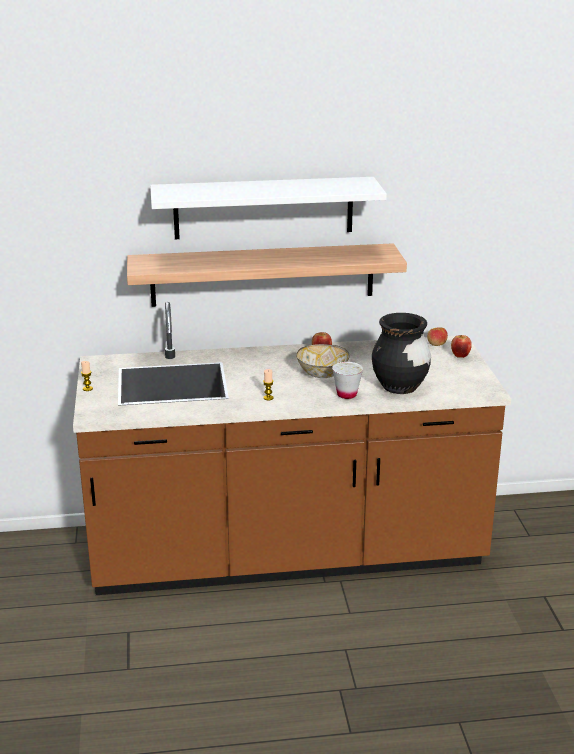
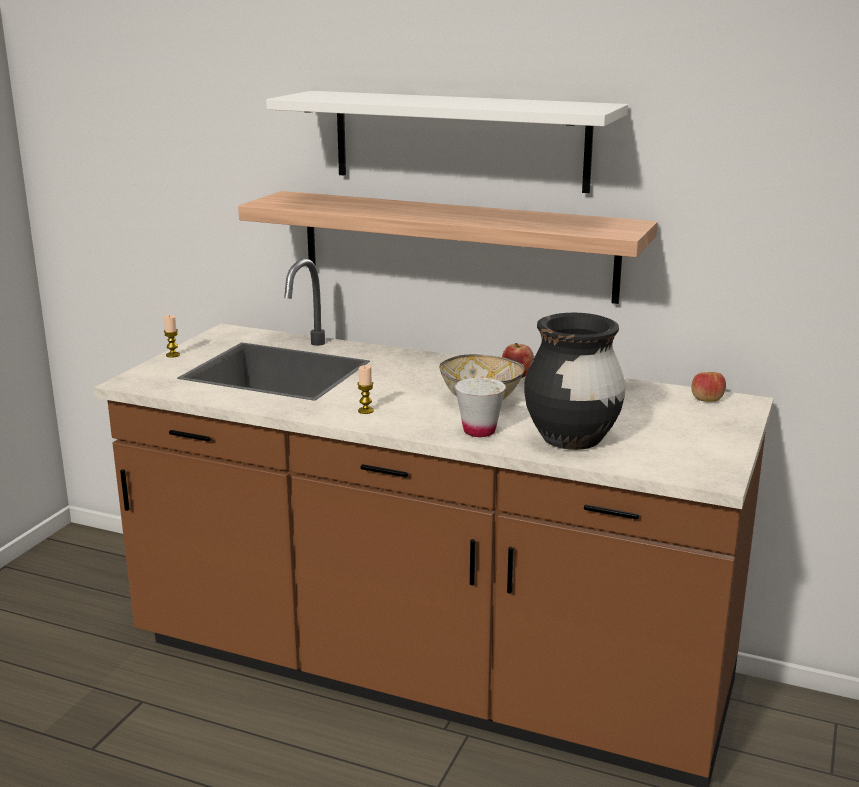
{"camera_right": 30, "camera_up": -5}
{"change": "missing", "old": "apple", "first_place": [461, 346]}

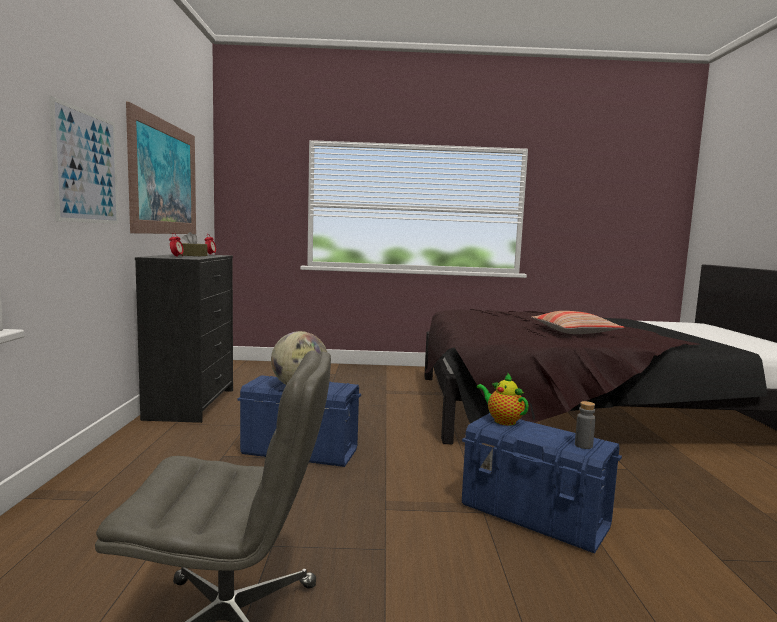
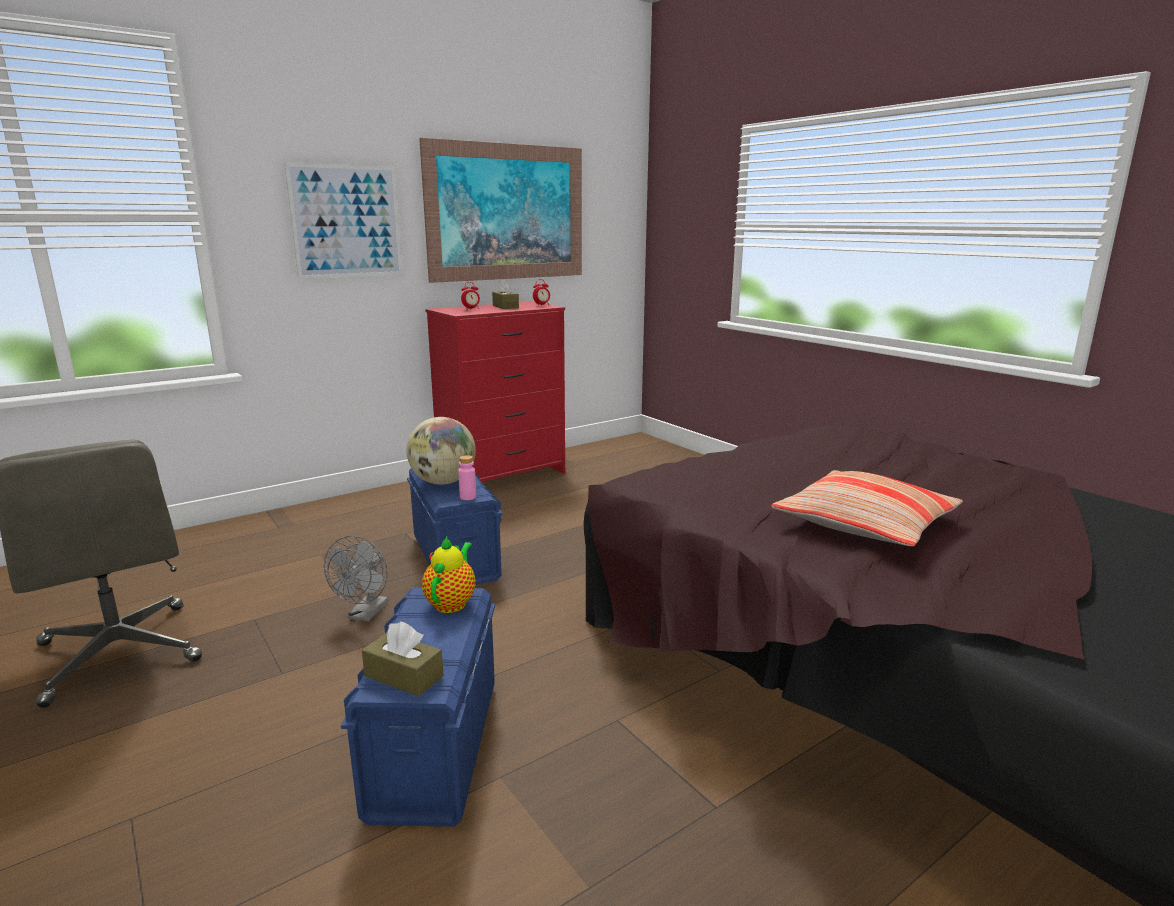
{"camera_right": 55, "camera_up": 10}
{"change": "appeared", "new": "fan in grey", "second_place": [356, 579]}
{"change": "appeared", "new": "bottle in pink", "second_place": [467, 477]}
{"change": "exchanged", "old": "bottle in grey", "new": "tissue box in brown", "first_place": [585, 425], "second_place": [403, 658]}
{"change": "colour", "old": "dresser in black", "new": "dresser in red", "first_place": [184, 338], "second_place": [495, 391]}

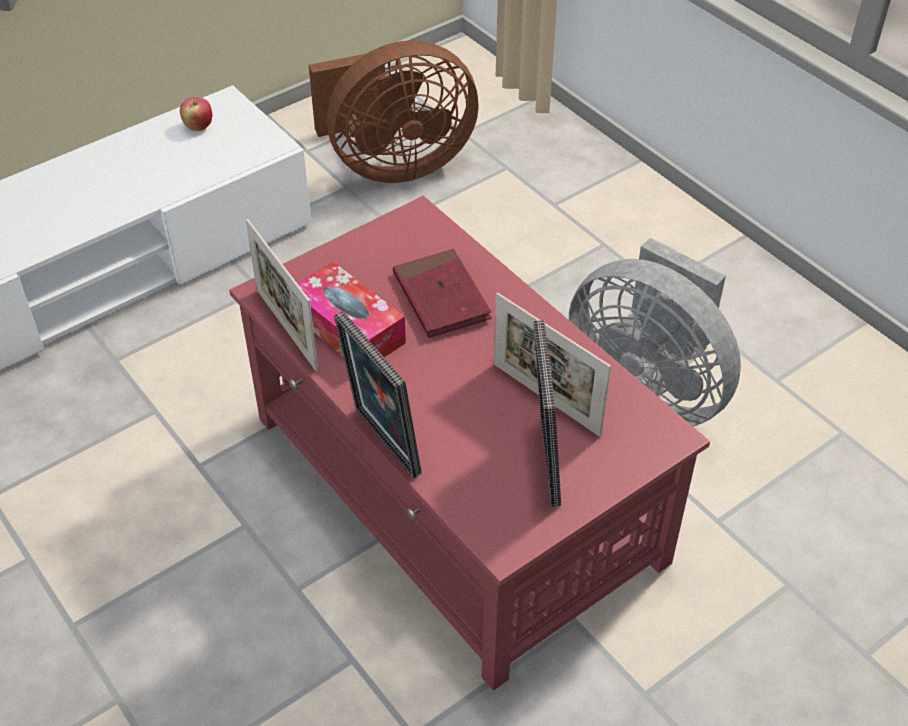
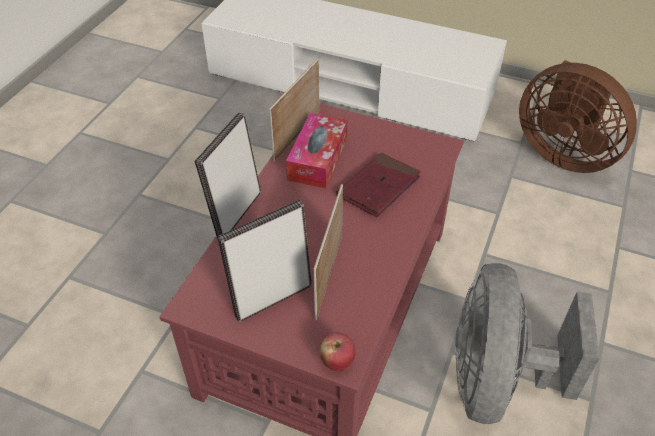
{"camera_right": 60, "camera_up": 0}
{"change": "relocated", "old": "apple", "first_place": [196, 114], "second_place": [338, 352]}

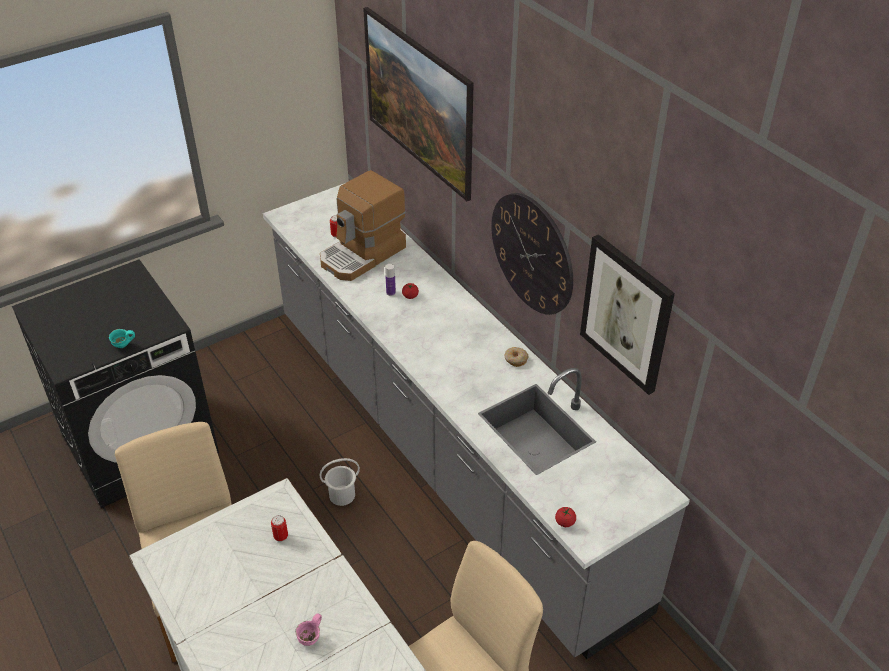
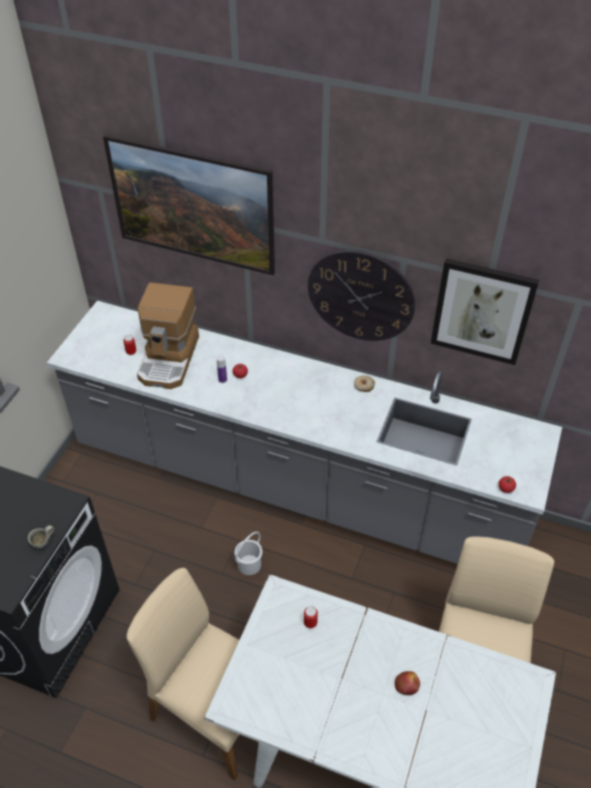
{"camera_right": -35, "camera_up": 5}
{"change": "exchanged", "old": "mug in pink", "new": "apple", "first_place": [308, 630], "second_place": [407, 683]}
{"change": "colour", "old": "mug in turquoise", "new": "mug in grey", "first_place": [122, 338], "second_place": [41, 537]}

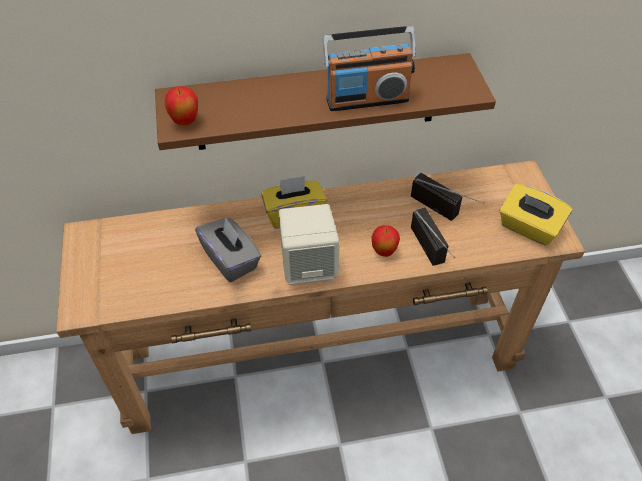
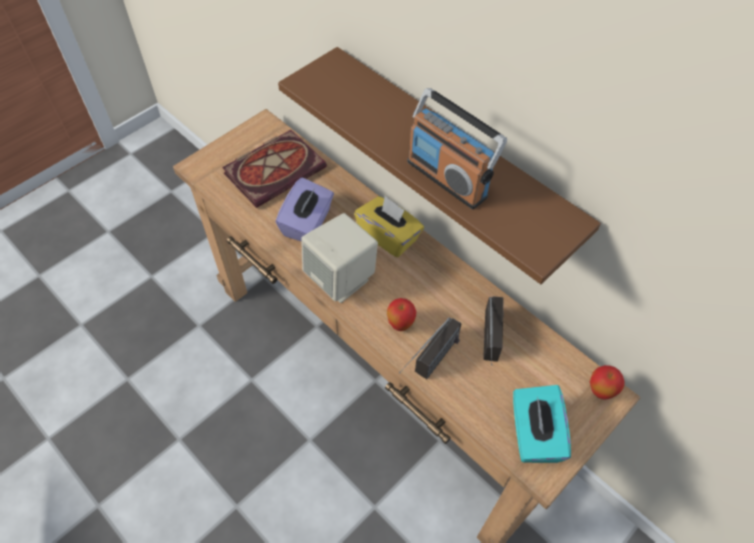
{"camera_right": 55, "camera_up": 5}
{"change": "appeared", "new": "book", "second_place": [274, 169]}
{"change": "relocated", "old": "apple", "first_place": [181, 105], "second_place": [607, 382]}
{"change": "colour", "old": "tissue box in grey", "new": "tissue box in purple", "first_place": [228, 249], "second_place": [305, 209]}
{"change": "colour", "old": "tissue box in yellow", "new": "tissue box in turquoise", "first_place": [536, 215], "second_place": [542, 424]}

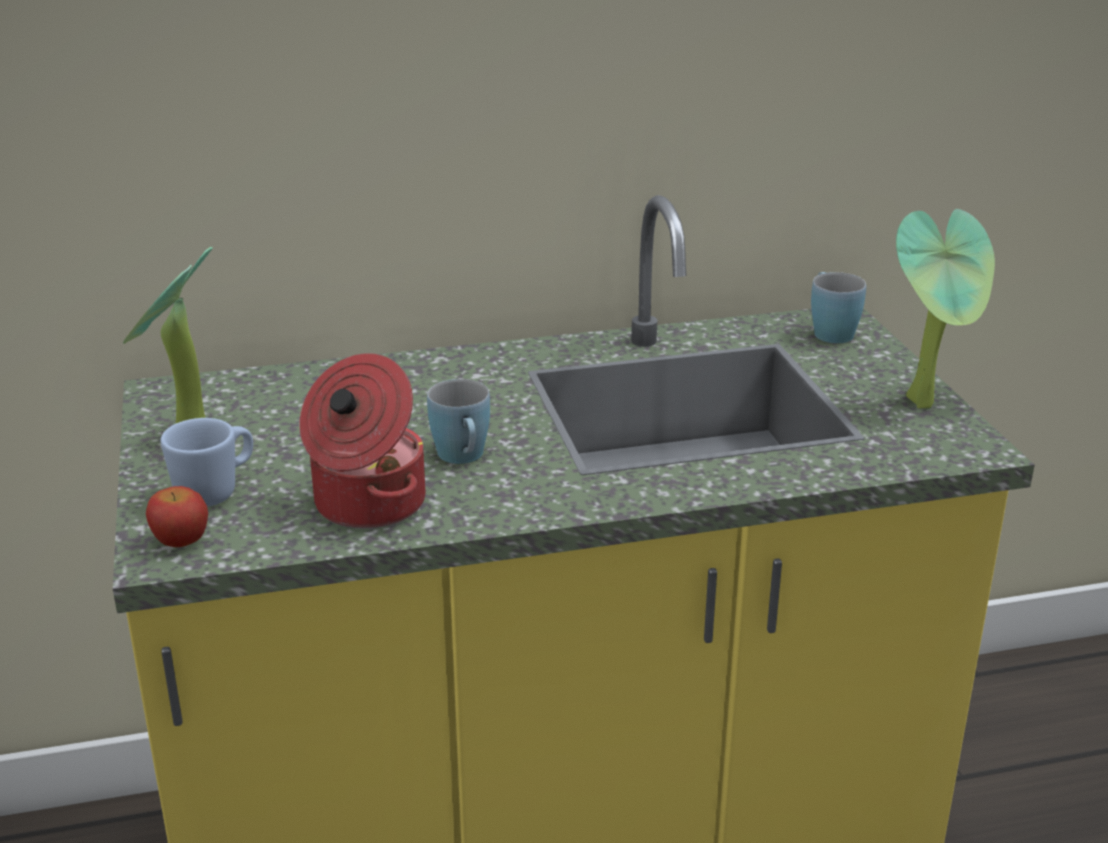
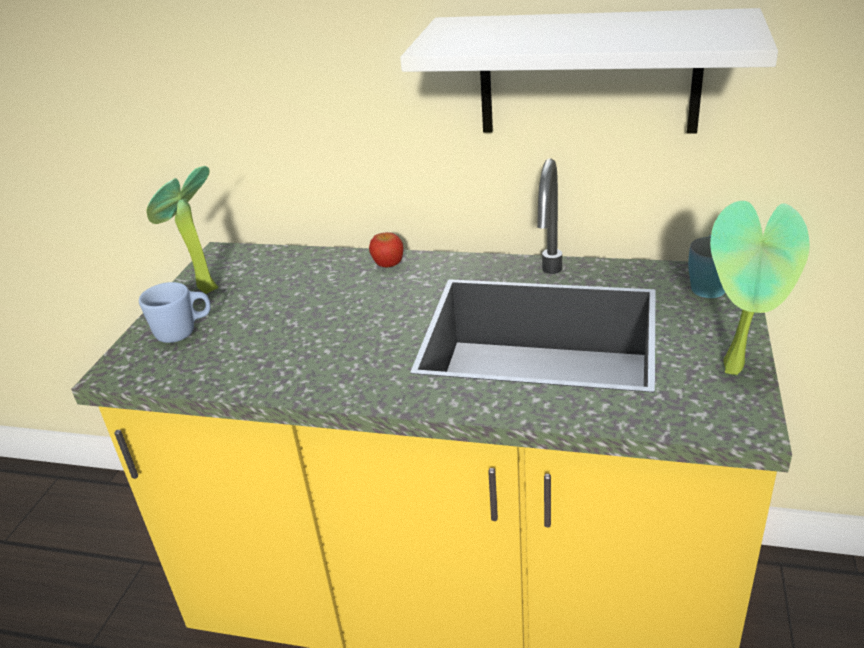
{"camera_right": 30, "camera_up": 5}
{"change": "missing", "old": "cooking pot", "first_place": [362, 441]}
{"change": "missing", "old": "mug in blue", "first_place": [458, 421]}
{"change": "appeared", "new": "shelf in white", "second_place": [589, 71]}
{"change": "relocated", "old": "apple", "first_place": [177, 516], "second_place": [386, 250]}

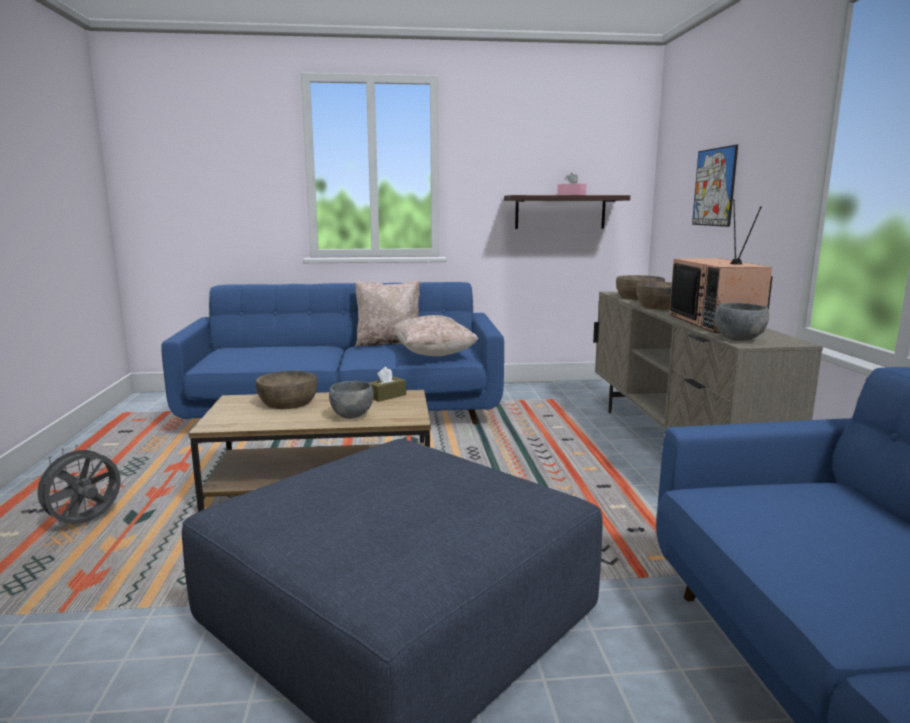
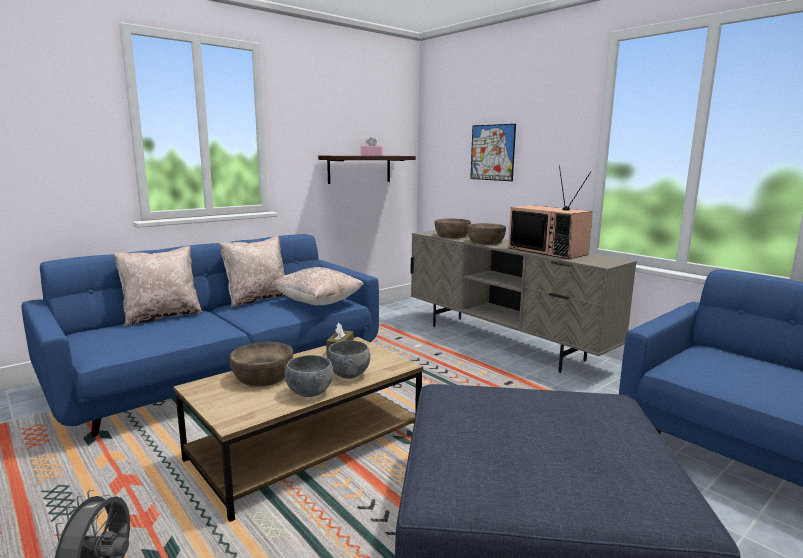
{"camera_right": -35, "camera_up": 0}
{"change": "appeared", "new": "pillow in beige", "second_place": [158, 286]}
{"change": "relocated", "old": "bowl in grey", "first_place": [741, 322], "second_place": [309, 376]}

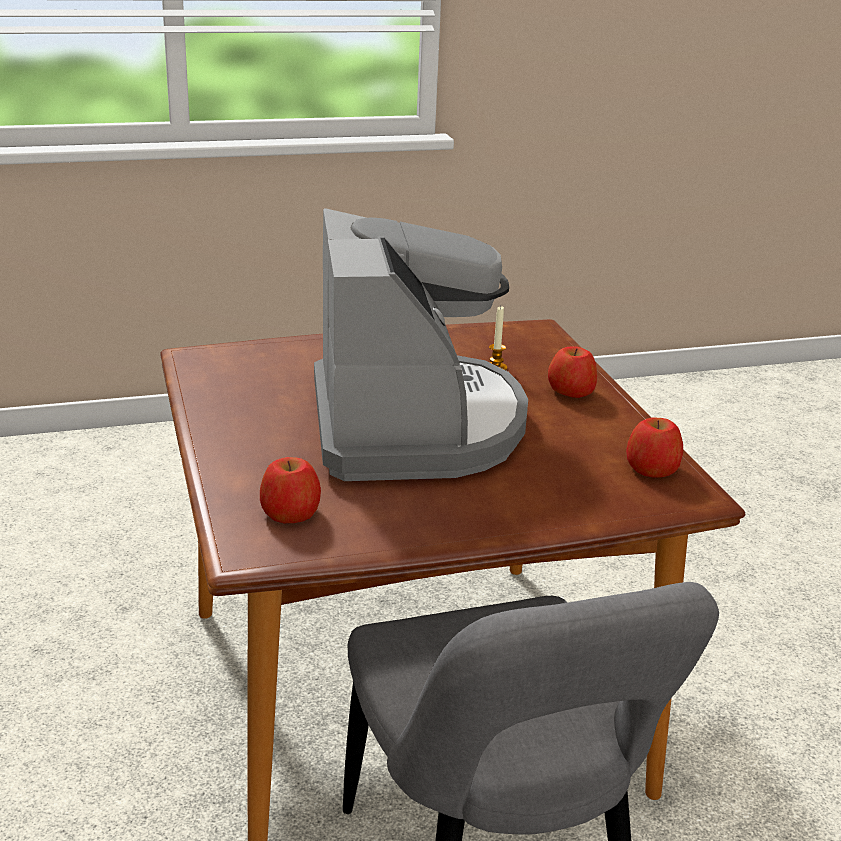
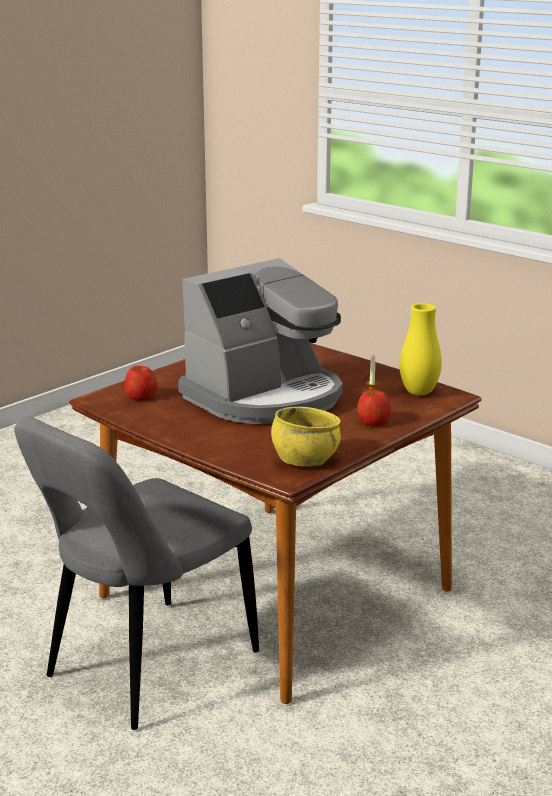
{"camera_right": 60, "camera_up": -5}
{"change": "appeared", "new": "vase in yellow", "second_place": [420, 349]}
{"change": "exchanged", "old": "apple", "new": "bowl in yellow", "first_place": [654, 447], "second_place": [306, 437]}

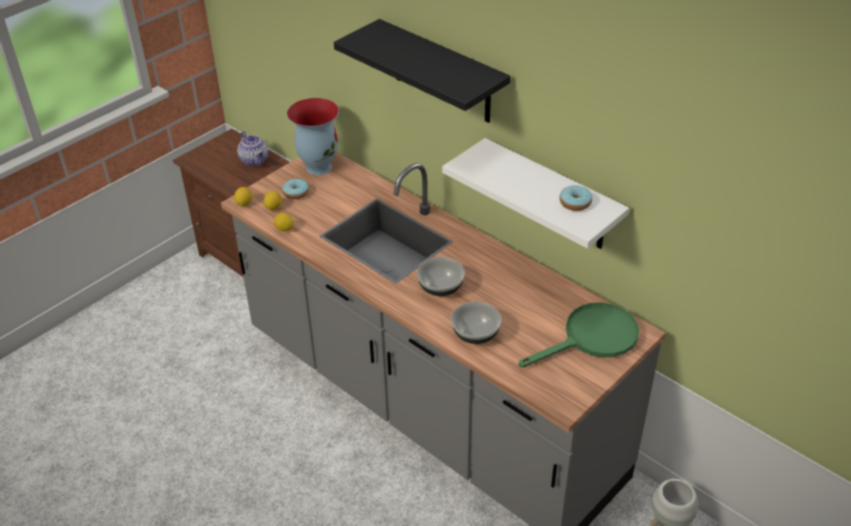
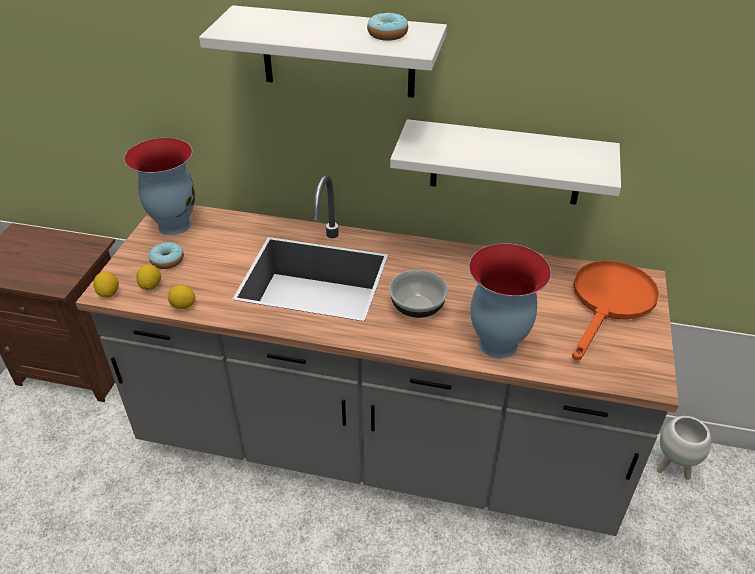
{"camera_right": -30, "camera_up": 0}
{"change": "missing", "old": "teapot", "first_place": [252, 148]}
{"change": "relocated", "old": "donut", "first_place": [576, 198], "second_place": [387, 27]}
{"change": "exchanged", "old": "bowl", "new": "vase", "first_place": [476, 323], "second_place": [510, 300]}
{"change": "colour", "old": "shelf in black", "new": "shelf in white", "first_place": [422, 71], "second_place": [323, 51]}
{"change": "colour", "old": "frying pan in green", "new": "frying pan in orange", "first_place": [578, 335], "second_place": [615, 310]}

